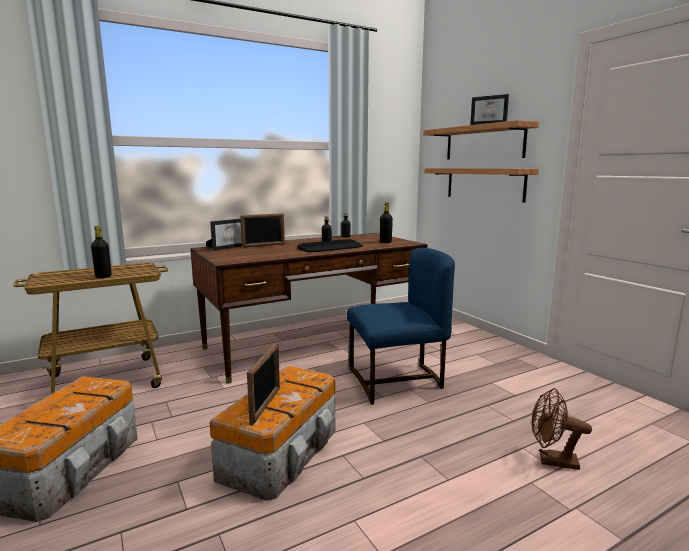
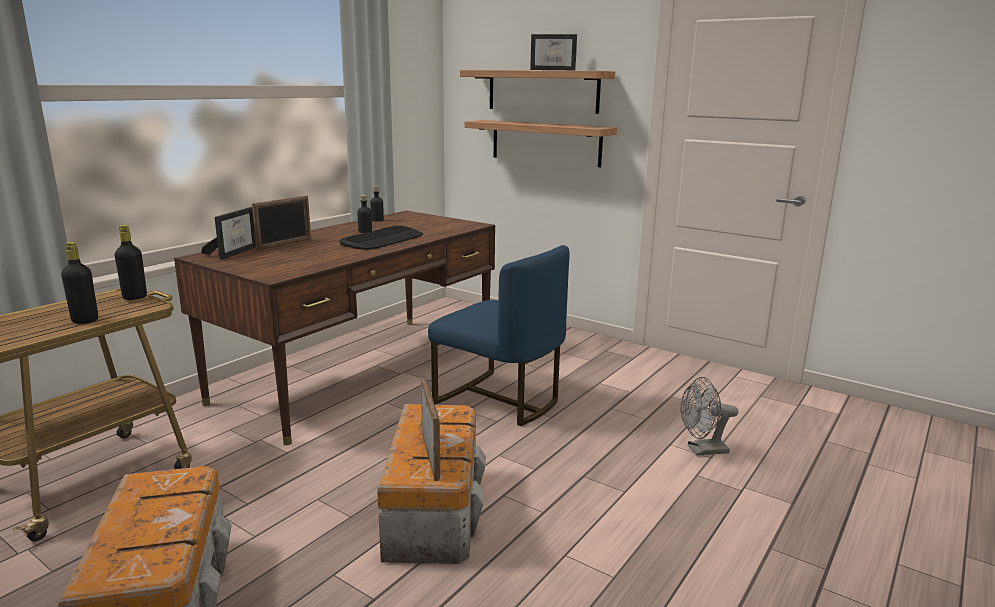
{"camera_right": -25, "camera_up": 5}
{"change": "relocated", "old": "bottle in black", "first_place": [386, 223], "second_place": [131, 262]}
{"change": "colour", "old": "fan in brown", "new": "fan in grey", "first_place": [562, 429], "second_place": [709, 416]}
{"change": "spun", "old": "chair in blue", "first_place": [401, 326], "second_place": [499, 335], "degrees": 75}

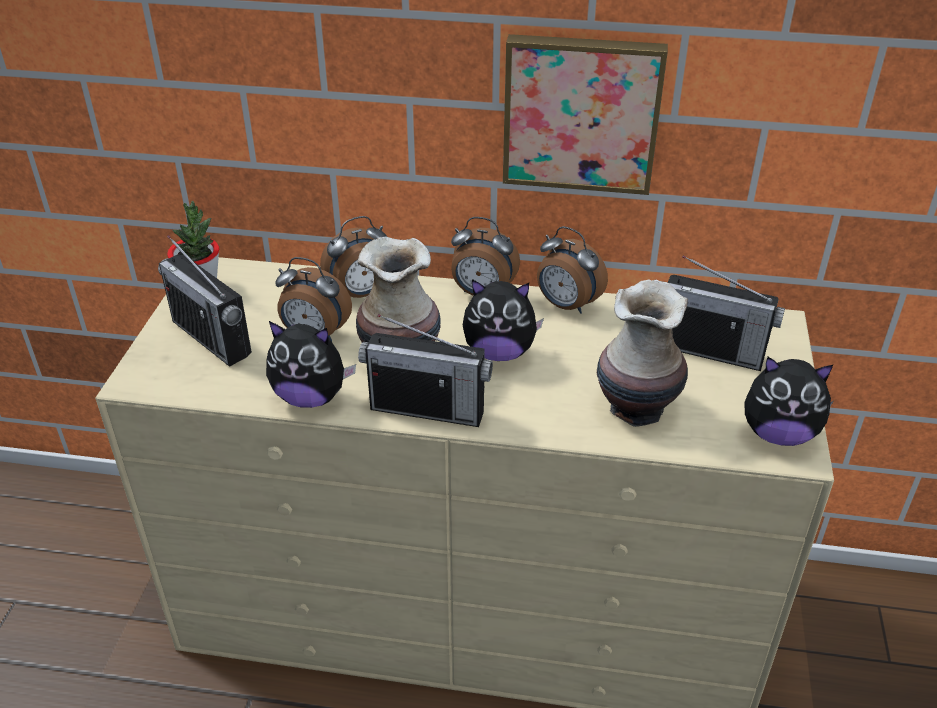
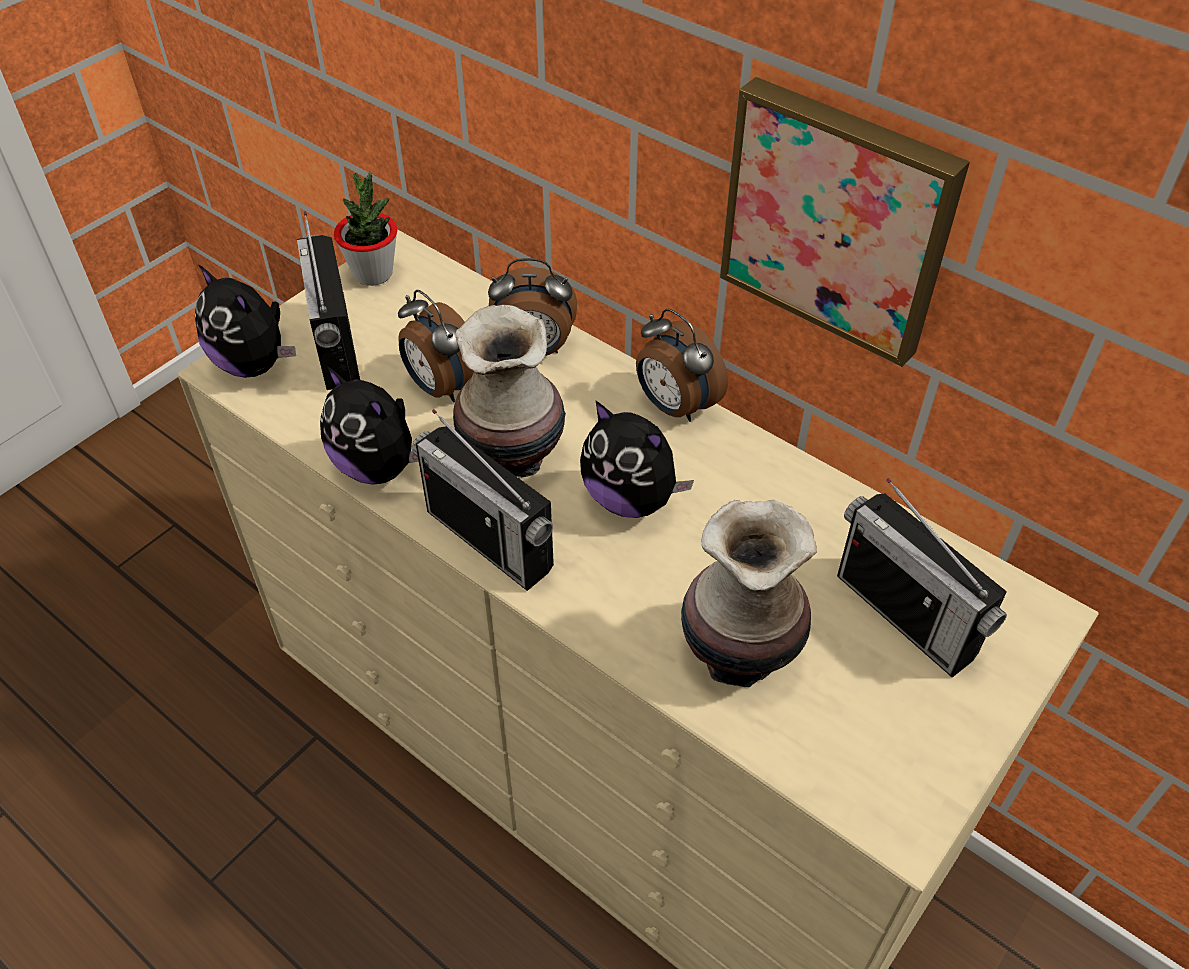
{"camera_right": 30, "camera_up": 10}
{"change": "missing", "old": "alarm clock", "first_place": [572, 270]}
{"change": "relocated", "old": "plush toy", "first_place": [789, 401], "second_place": [245, 321]}

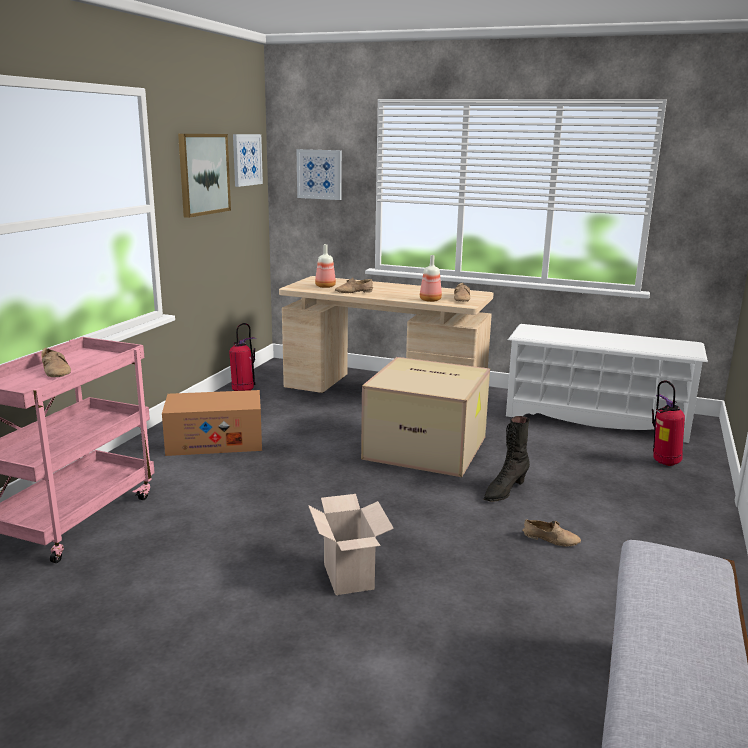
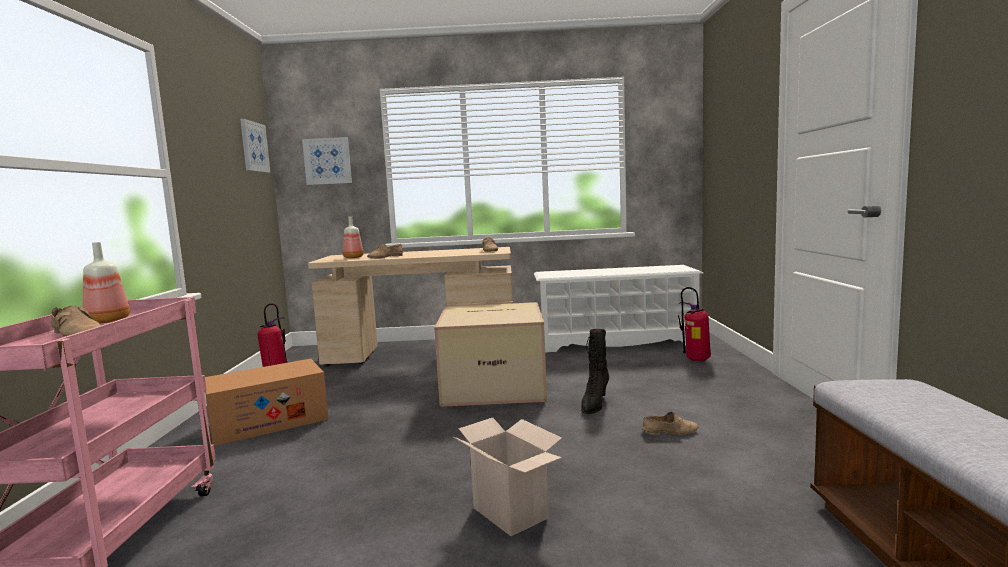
{"camera_right": -20, "camera_up": -10}
{"change": "missing", "old": "picture", "first_place": [204, 176]}
{"change": "relocated", "old": "bottle", "first_place": [431, 278], "second_place": [106, 282]}

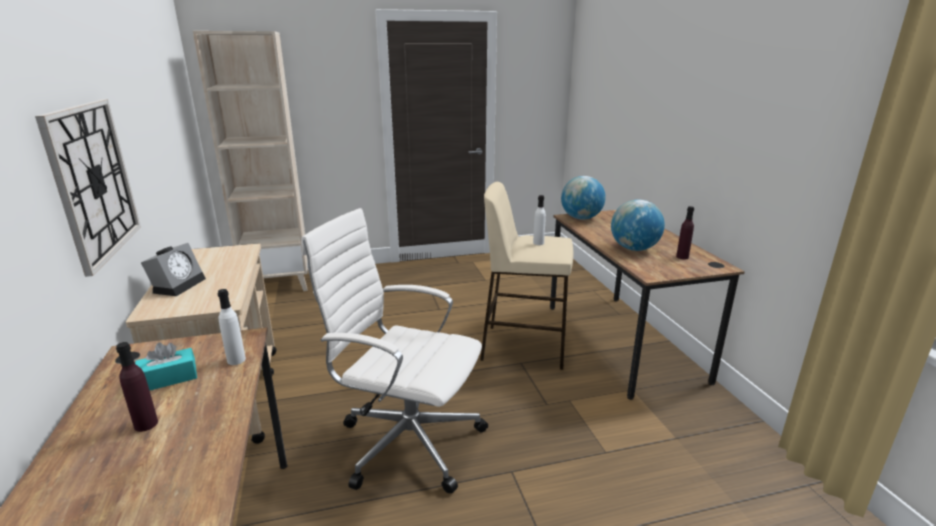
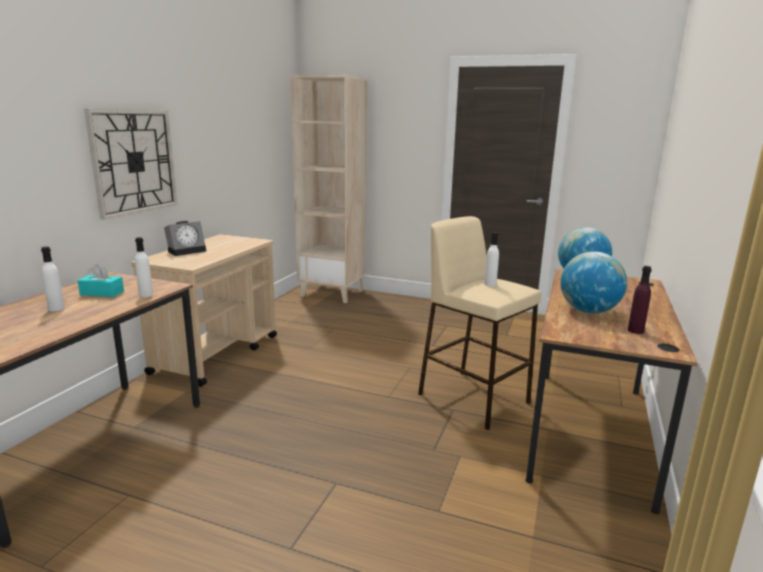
{"camera_right": 35, "camera_up": -5}
{"change": "missing", "old": "office chair in white", "first_place": [394, 351]}
{"change": "colour", "old": "bottle in purple", "new": "bottle in white", "first_place": [137, 387], "second_place": [53, 278]}

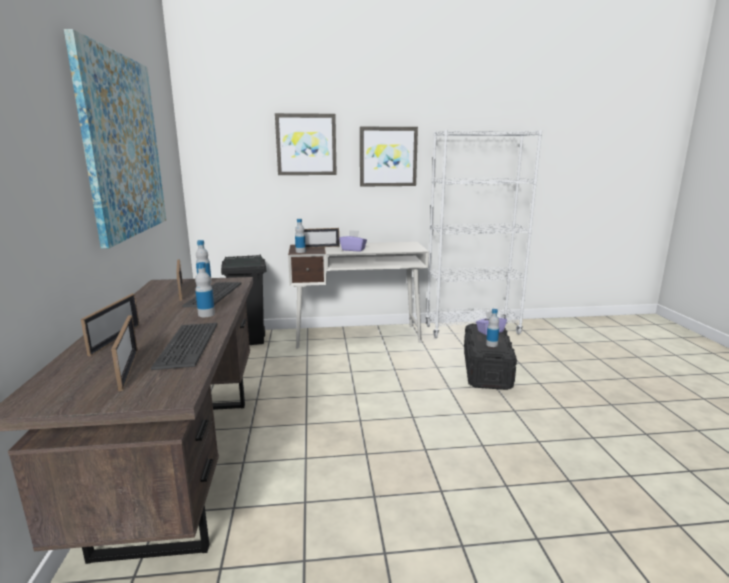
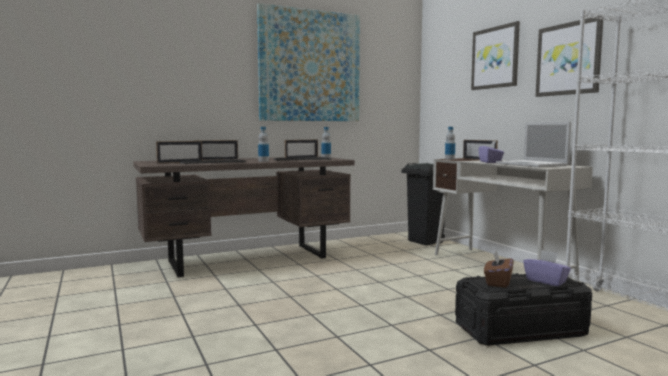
{"camera_right": 70, "camera_up": -10}
{"change": "appeared", "new": "laptop", "second_place": [533, 144]}
{"change": "exchanged", "old": "bottle", "new": "tissue box in brown", "first_place": [492, 328], "second_place": [499, 269]}

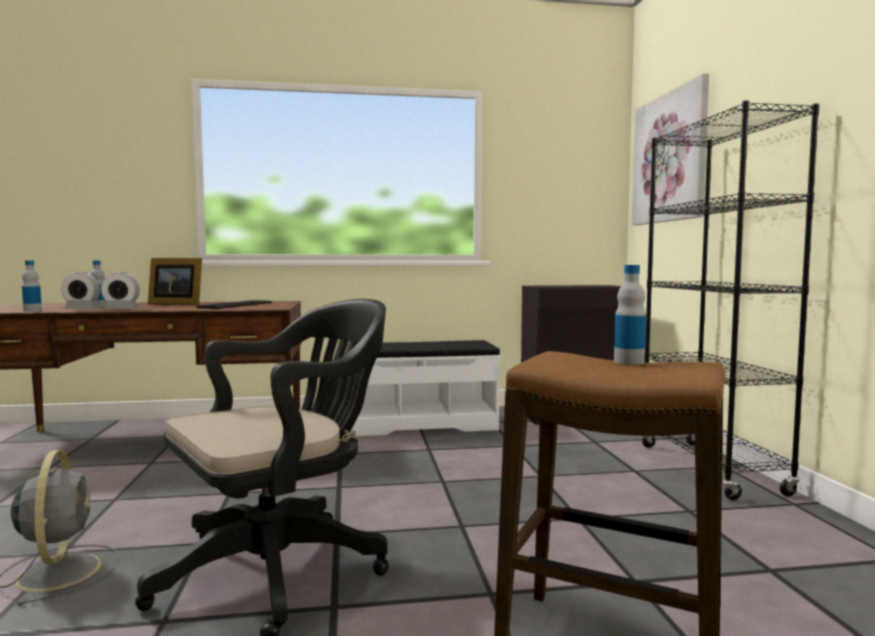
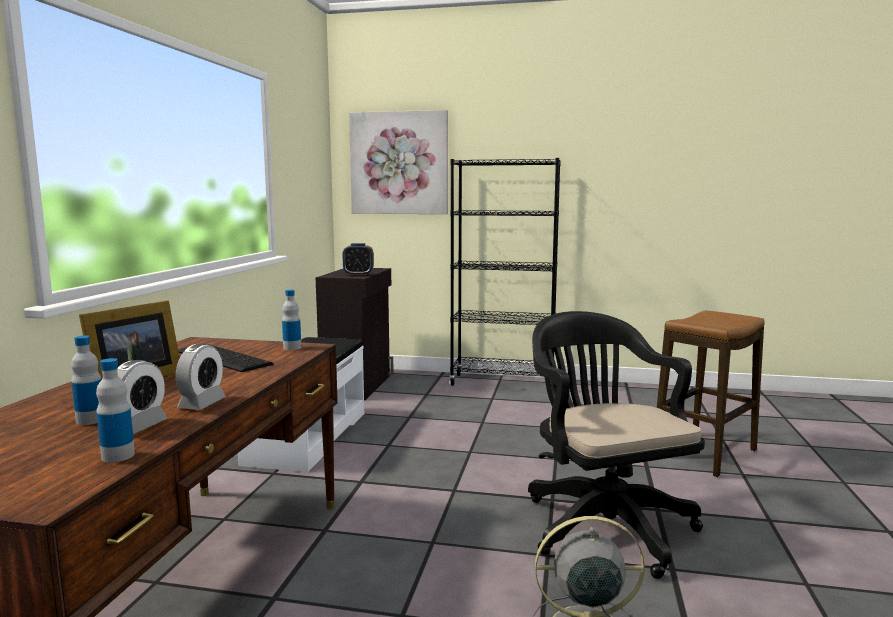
{"camera_right": -70, "camera_up": 5}
{"change": "appeared", "new": "alarm clock", "second_place": [358, 259]}
{"change": "relocated", "old": "bottle", "first_place": [630, 315], "second_place": [291, 320]}

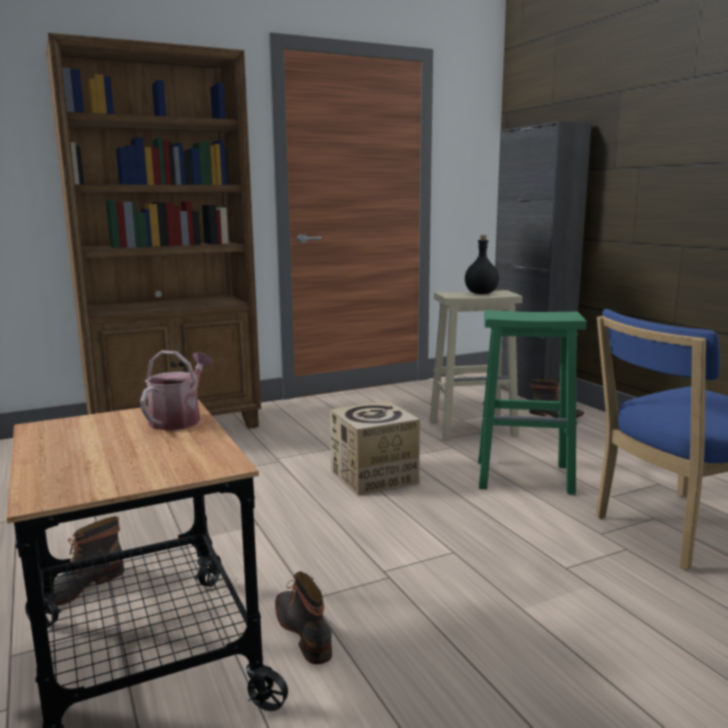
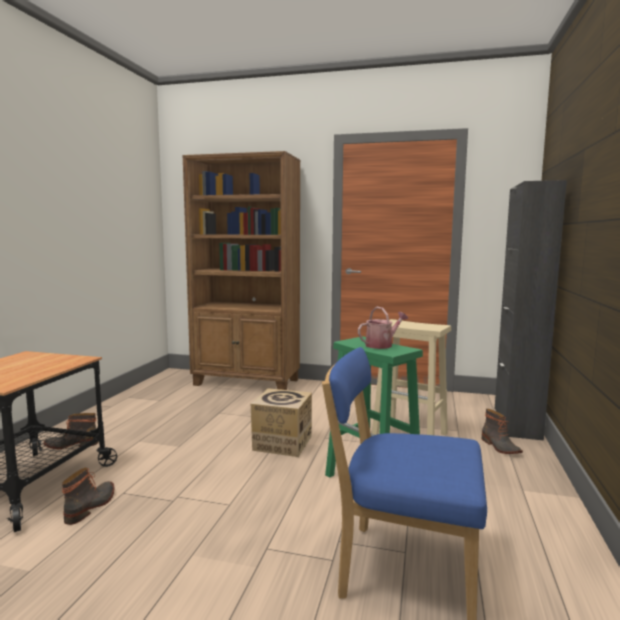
{"camera_right": 40, "camera_up": -5}
{"change": "missing", "old": "bottle in black", "first_place": [482, 264]}
{"change": "relocated", "old": "watering can", "first_place": [176, 390], "second_place": [383, 328]}

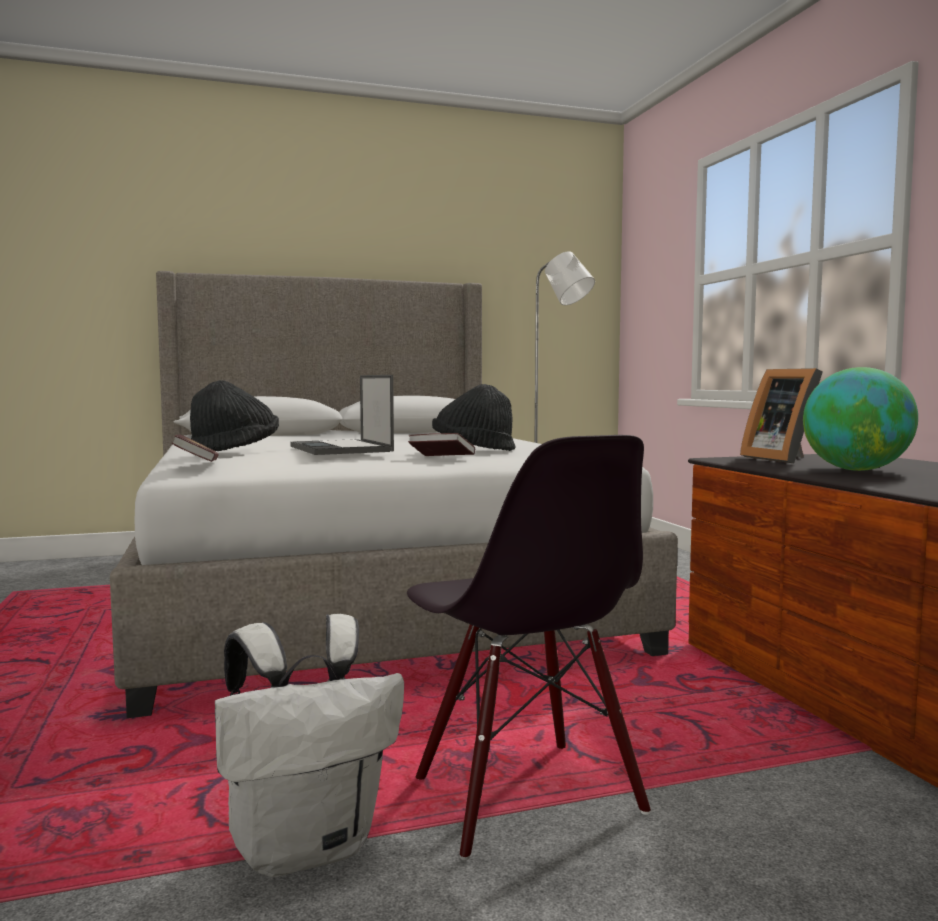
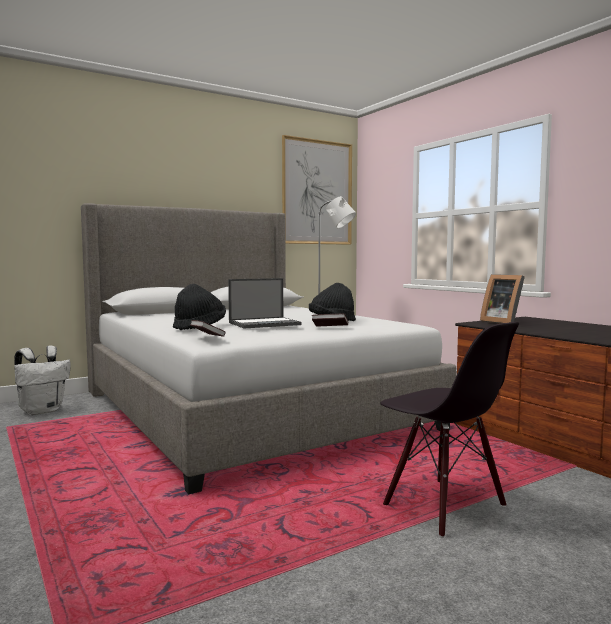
{"camera_right": -15, "camera_up": 0}
{"change": "missing", "old": "globe", "first_place": [860, 419]}
{"change": "appeared", "new": "picture", "second_place": [317, 190]}
{"change": "relocated", "old": "backpack in white", "first_place": [309, 745], "second_place": [42, 380]}
{"change": "spun", "old": "laptop", "first_place": [342, 415], "second_place": [265, 303], "degrees": -75}

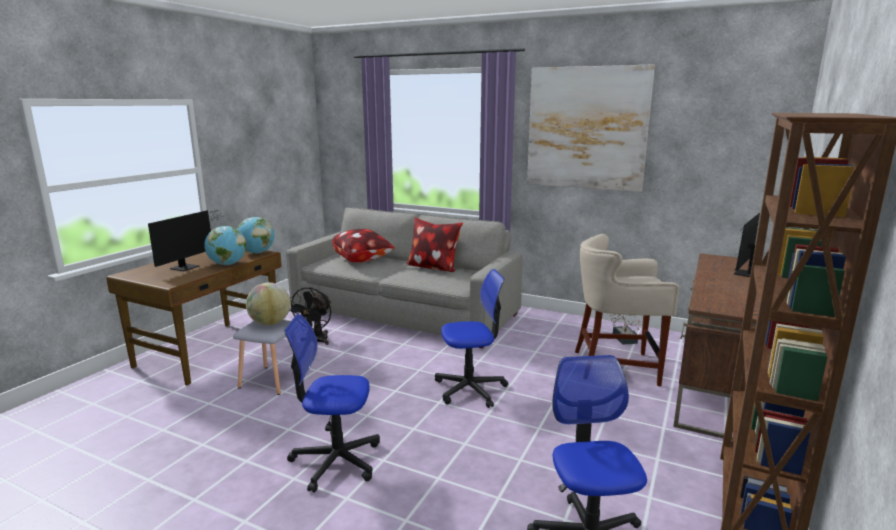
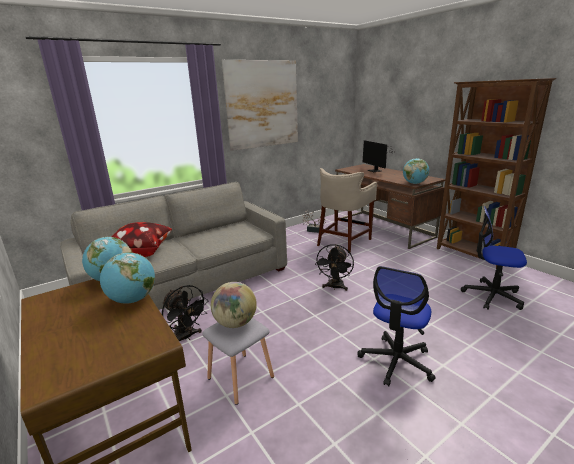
{"camera_right": -60, "camera_up": 5}
{"change": "missing", "old": "monitor", "first_place": [187, 240]}
{"change": "missing", "old": "pillow", "first_place": [434, 244]}
{"change": "appeared", "new": "globe", "second_place": [416, 171]}
{"change": "exchanged", "old": "office chair", "new": "fan in black", "first_place": [471, 338], "second_place": [334, 267]}

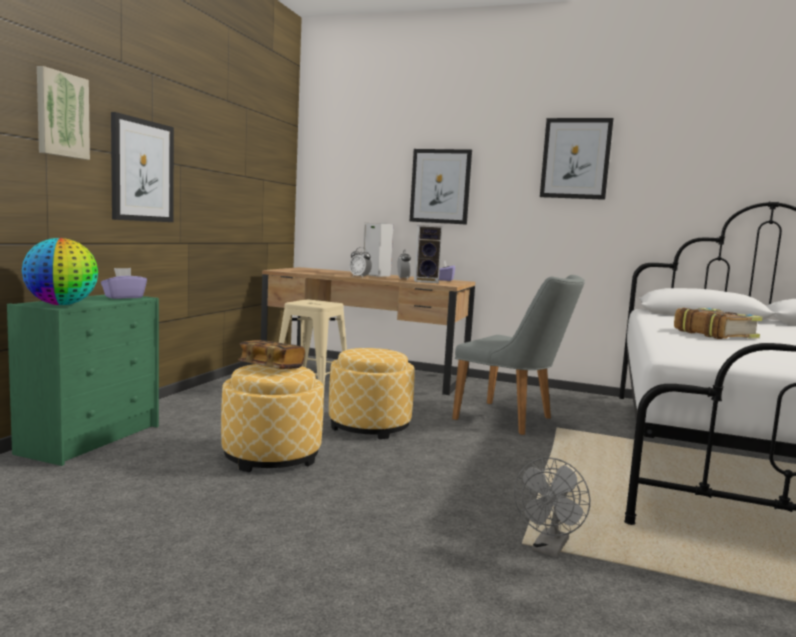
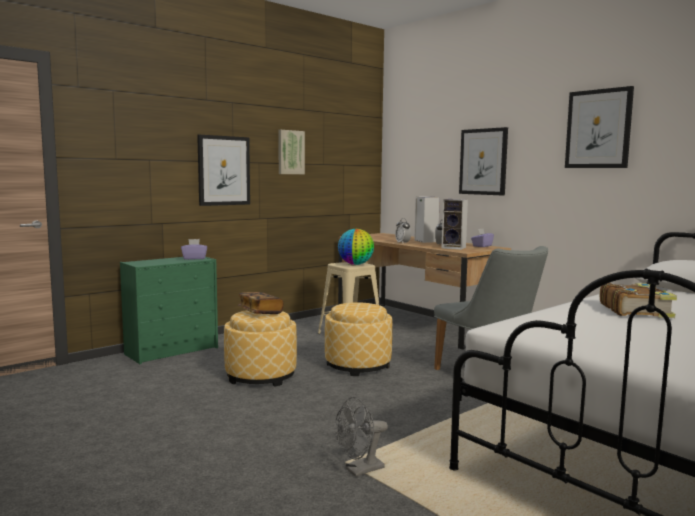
{"camera_right": 30, "camera_up": 0}
{"change": "relocated", "old": "globe", "first_place": [60, 271], "second_place": [356, 247]}
{"change": "relocated", "old": "picture", "first_place": [63, 113], "second_place": [291, 152]}

